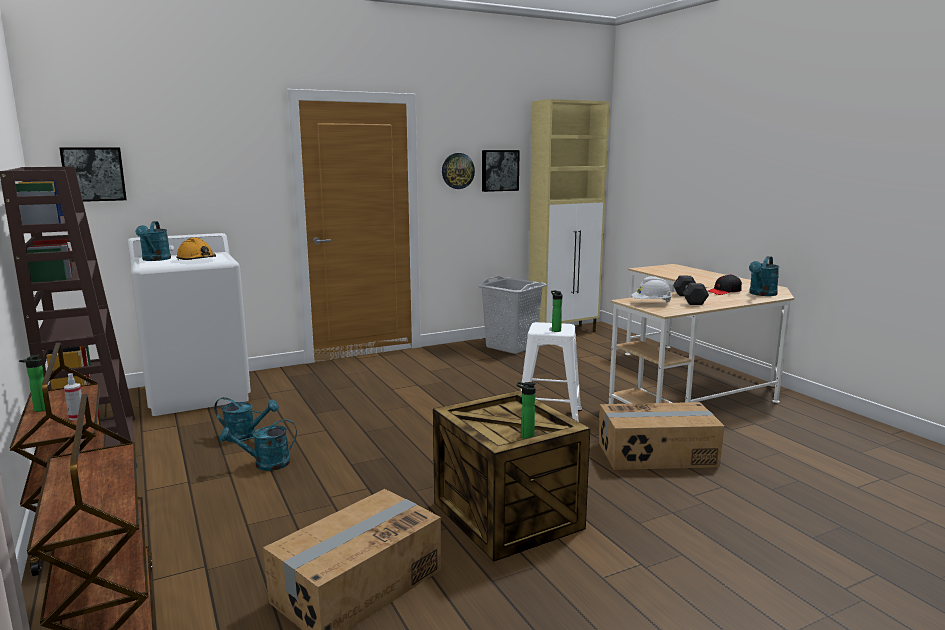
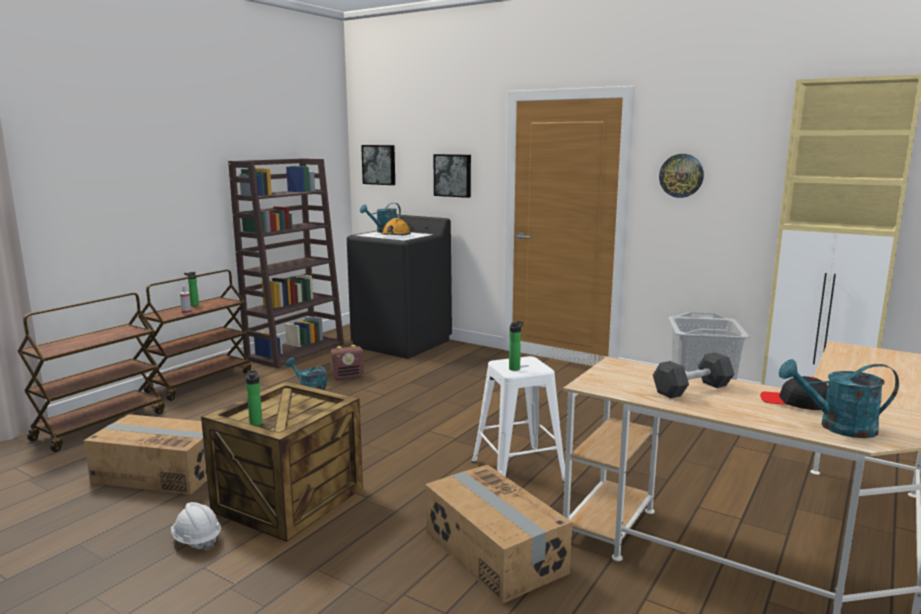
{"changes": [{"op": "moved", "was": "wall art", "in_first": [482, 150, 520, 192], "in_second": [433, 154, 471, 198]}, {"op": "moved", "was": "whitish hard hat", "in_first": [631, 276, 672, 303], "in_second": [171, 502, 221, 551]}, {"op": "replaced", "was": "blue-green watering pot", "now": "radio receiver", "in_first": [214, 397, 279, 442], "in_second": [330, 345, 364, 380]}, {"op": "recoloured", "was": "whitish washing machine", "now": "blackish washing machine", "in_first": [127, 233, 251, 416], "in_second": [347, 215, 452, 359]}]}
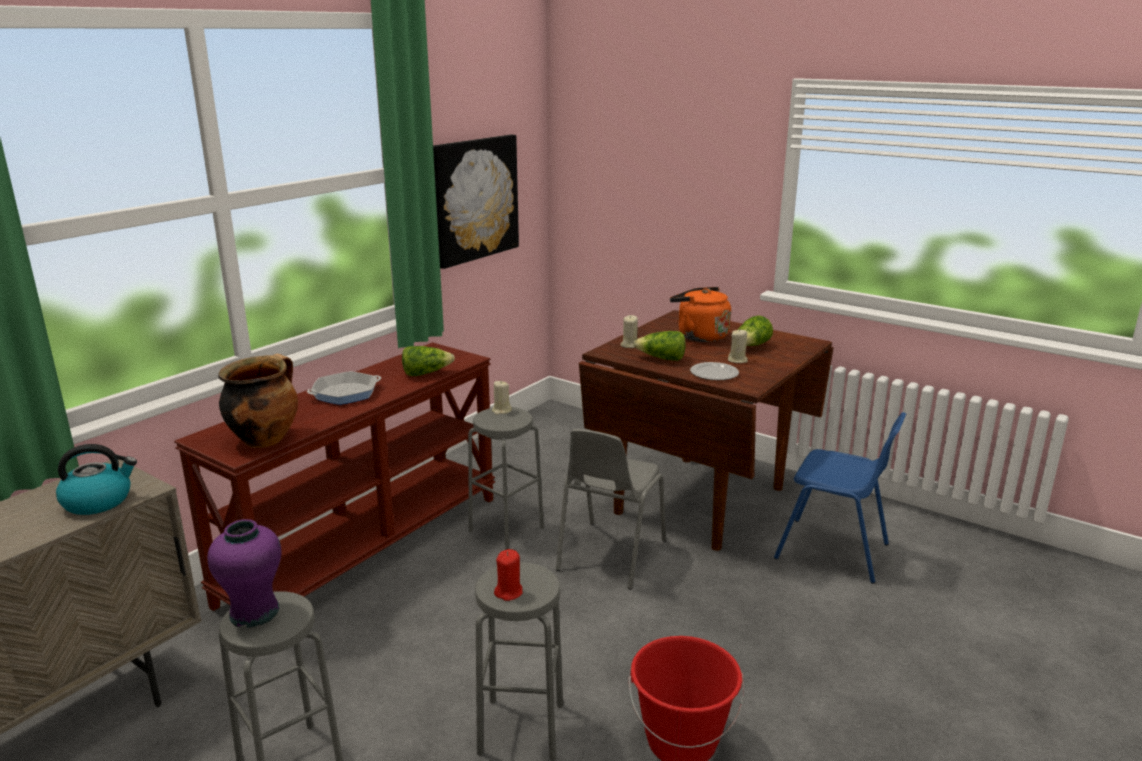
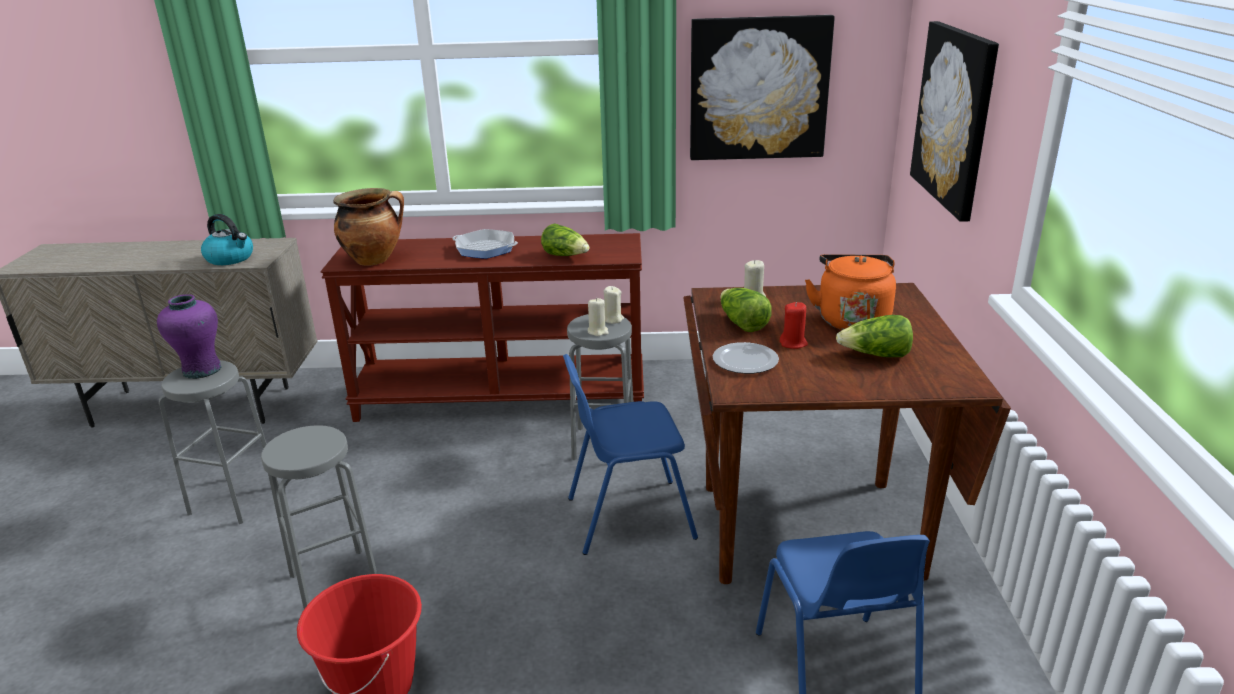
{"changes": [{"op": "added", "now": "wall art", "in_second": [910, 21, 999, 222]}, {"op": "moved", "was": "red wax light", "in_first": [494, 549, 523, 601], "in_second": [780, 302, 808, 349]}, {"op": "moved", "was": "beige-coloured wax light", "in_first": [728, 330, 748, 363], "in_second": [588, 298, 609, 336]}, {"op": "recoloured", "was": "gray chair", "now": "blue chair", "in_first": [556, 429, 666, 590], "in_second": [563, 354, 698, 555]}]}
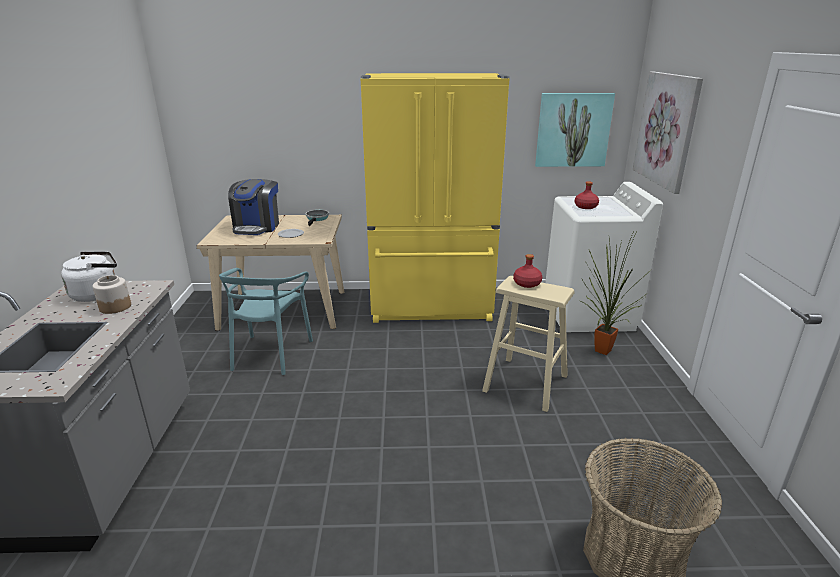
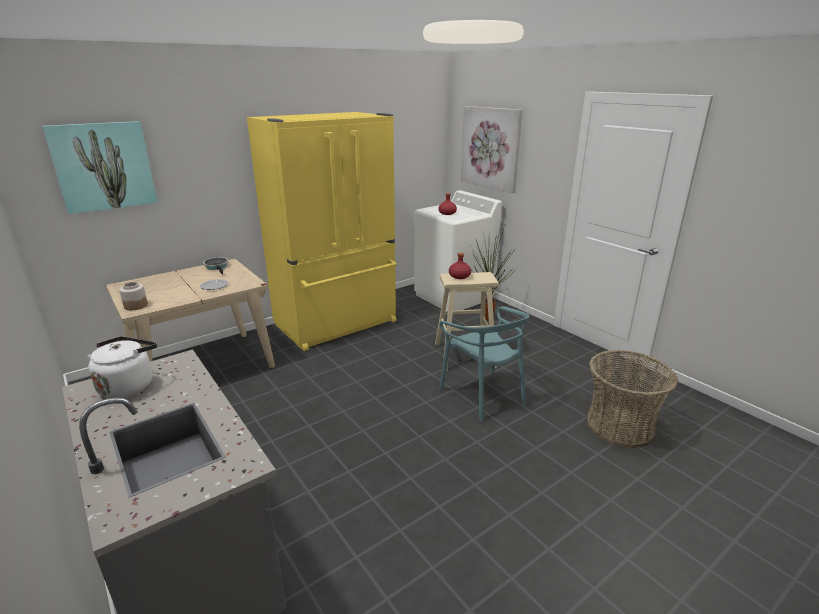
{"changes": [{"op": "removed", "was": "coffee maker", "in_first": [228, 179, 279, 235]}, {"op": "moved", "was": "jar", "in_first": [93, 275, 131, 314], "in_second": [119, 282, 148, 311]}, {"op": "moved", "was": "blue-green chair", "in_first": [219, 268, 313, 375], "in_second": [439, 306, 529, 421]}, {"op": "moved", "was": "wall art", "in_first": [535, 93, 615, 167], "in_second": [42, 121, 158, 214]}]}
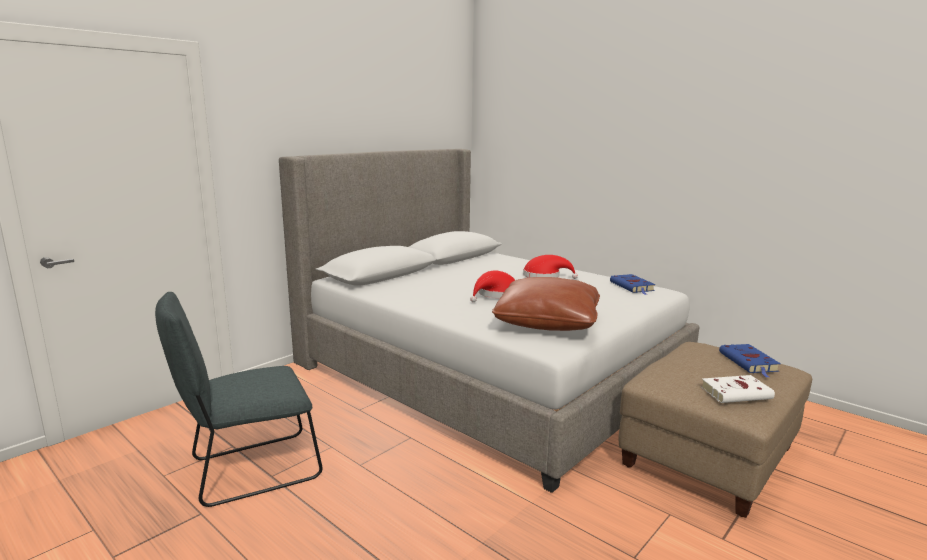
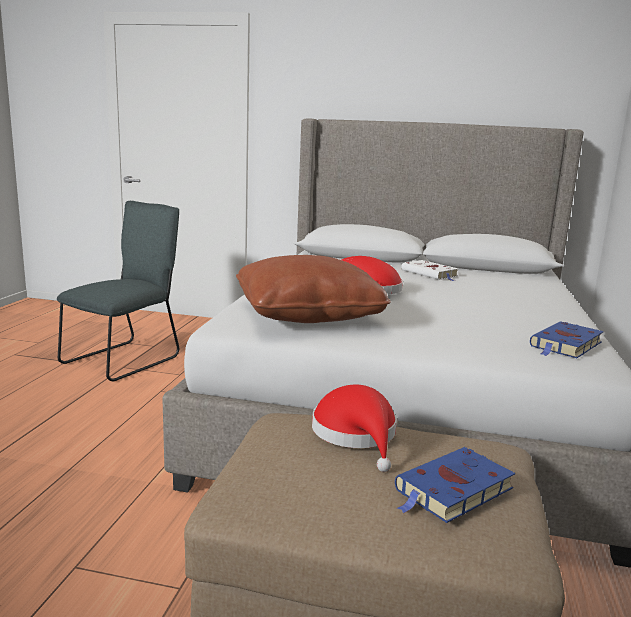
{"changes": [{"op": "moved", "was": "red wearable hat", "in_first": [523, 255, 578, 279], "in_second": [312, 385, 397, 472]}, {"op": "moved", "was": "whitish bound book", "in_first": [701, 375, 775, 403], "in_second": [401, 260, 458, 281]}, {"op": "turned", "was": "gray chair", "in_first": [155, 292, 323, 507], "in_second": [57, 201, 179, 381], "clockwise": 90}]}
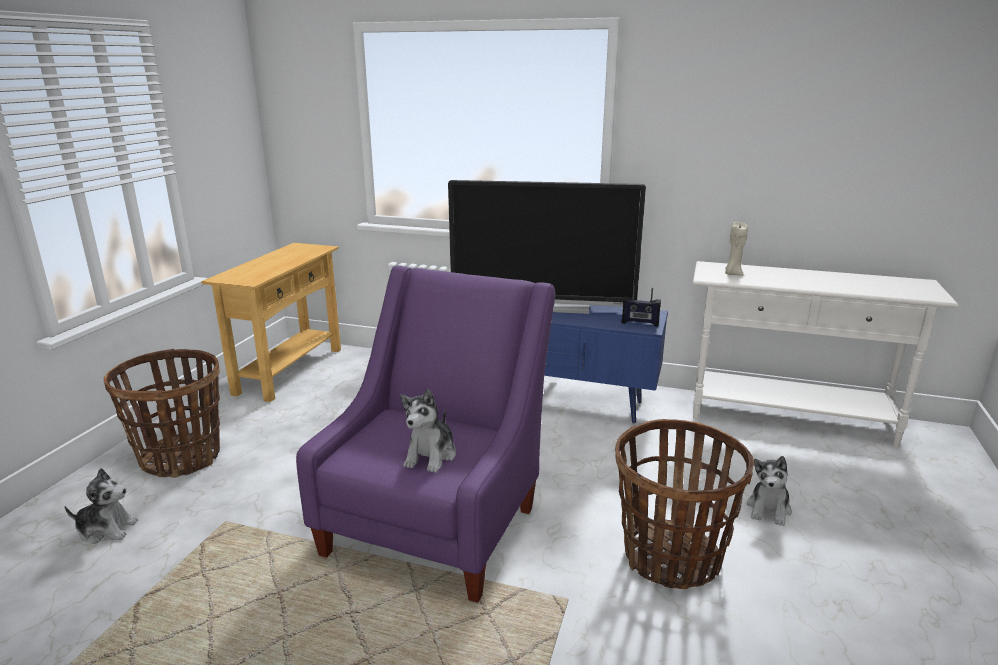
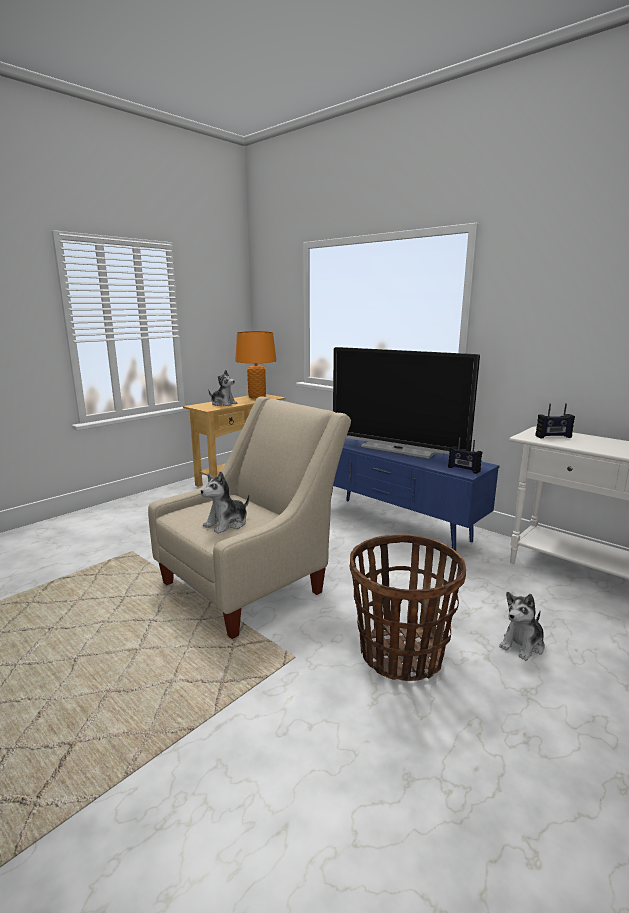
{"changes": [{"op": "removed", "was": "basket", "in_first": [104, 349, 220, 478]}, {"op": "added", "now": "orangey lamp for a table", "in_second": [235, 331, 276, 399]}, {"op": "moved", "was": "plush toy", "in_first": [65, 468, 138, 544], "in_second": [208, 370, 238, 406]}, {"op": "replaced", "was": "beige-coloured wax light", "now": "radio receiver", "in_first": [725, 222, 748, 276], "in_second": [535, 403, 575, 438]}, {"op": "recoloured", "was": "purplish lounge chair", "now": "beige-coloured lounge chair", "in_first": [296, 266, 555, 603], "in_second": [148, 396, 351, 639]}]}
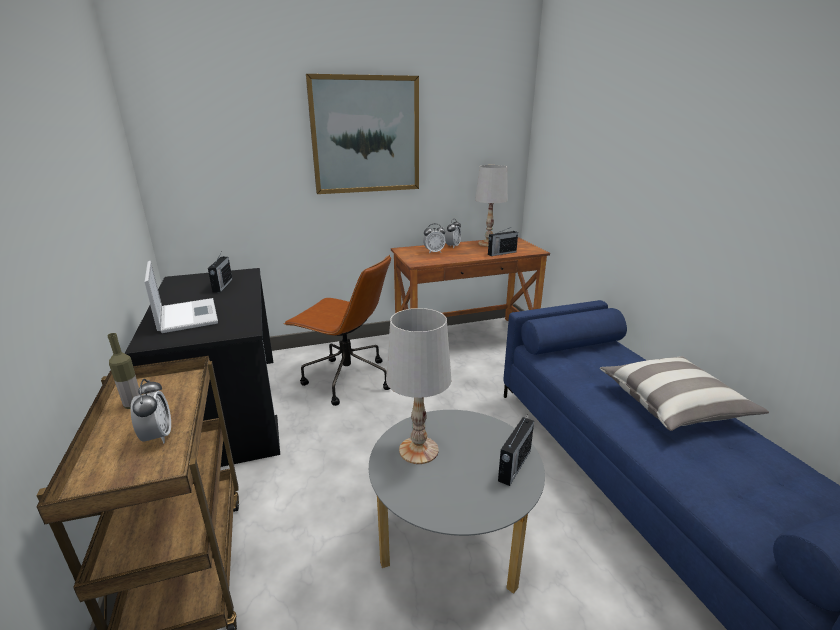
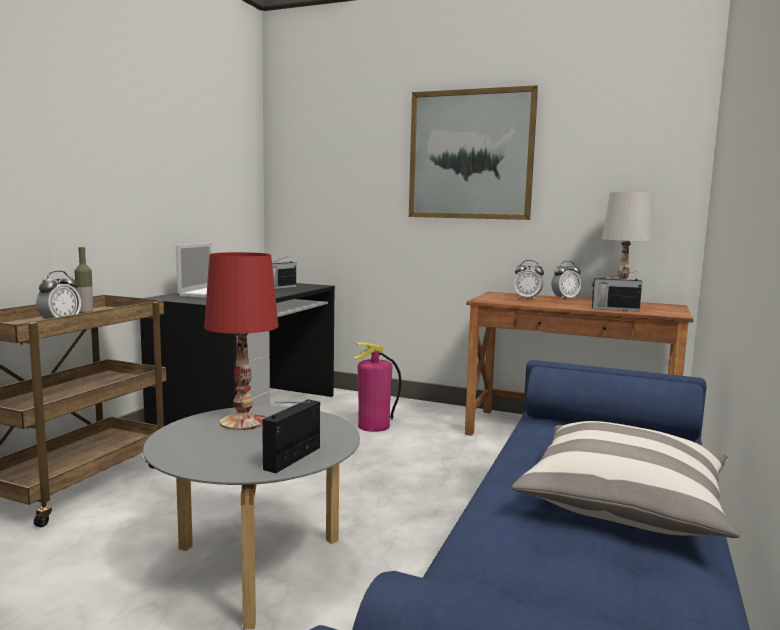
{"changes": [{"op": "replaced", "was": "brown-coloured office chair", "now": "extinguisher", "in_first": [284, 255, 391, 406], "in_second": [353, 342, 402, 432]}, {"op": "recoloured", "was": "whitish lamp for a table", "now": "red lamp for a table", "in_first": [386, 308, 451, 464], "in_second": [204, 252, 279, 430]}, {"op": "turned", "was": "radio receiver", "in_first": [498, 415, 534, 486], "in_second": [262, 399, 320, 473], "clockwise": 135}]}
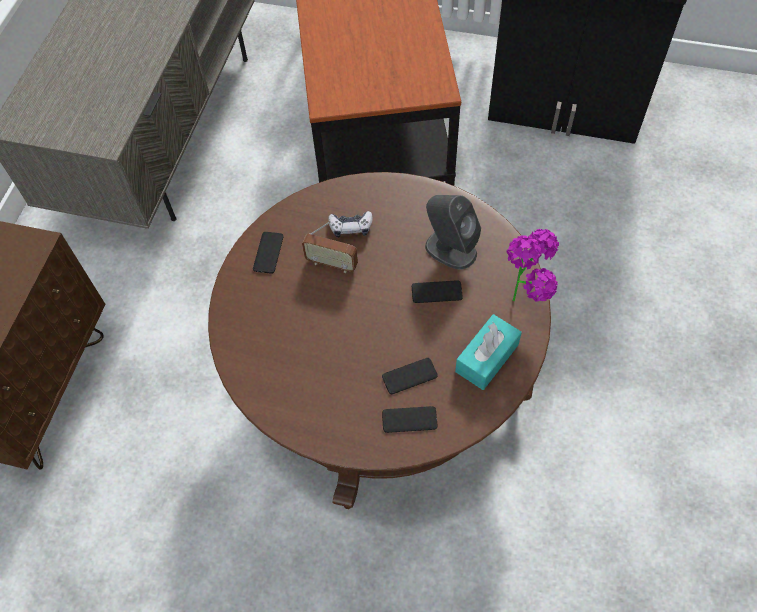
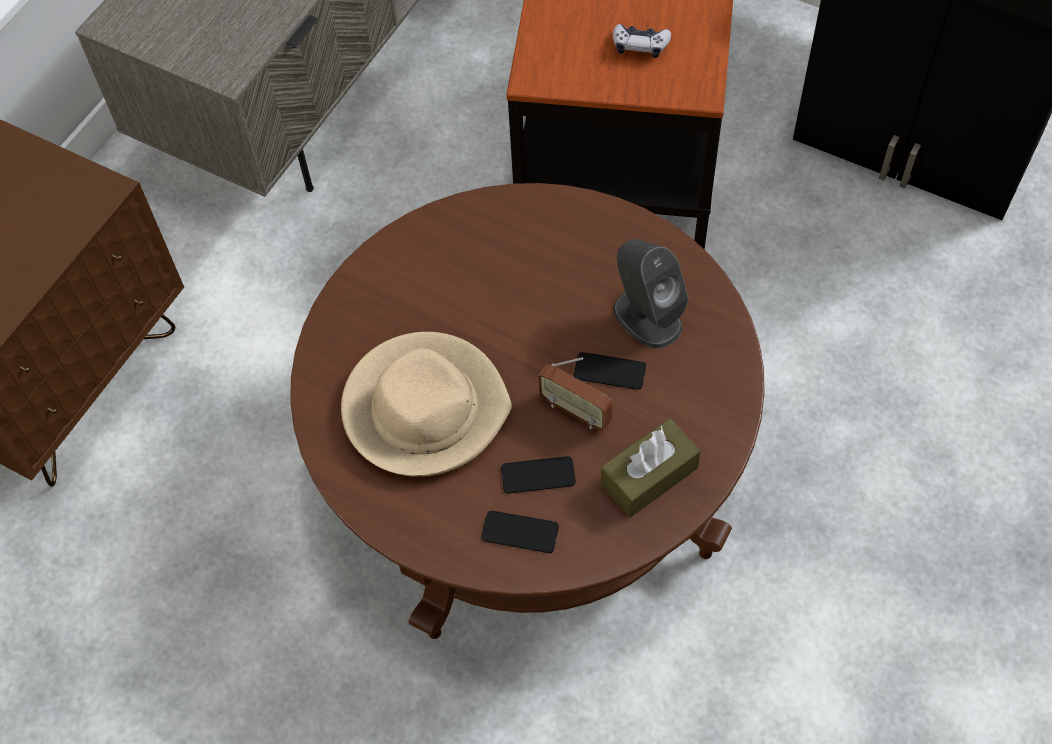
{"changes": [{"op": "removed", "was": "handset", "in_first": [253, 232, 284, 274]}, {"op": "removed", "was": "houseplant", "in_first": [507, 229, 559, 302]}, {"op": "added", "now": "beige-coloured wearable hat", "in_second": [341, 332, 512, 477]}, {"op": "moved", "was": "radio receiver", "in_first": [302, 221, 358, 273], "in_second": [538, 357, 613, 431]}, {"op": "moved", "was": "gamepad", "in_first": [328, 211, 373, 238], "in_second": [613, 24, 671, 58]}, {"op": "recoloured", "was": "blue-green box of tissues", "now": "brown-coloured box of tissues", "in_first": [455, 314, 522, 390], "in_second": [601, 418, 701, 517]}]}
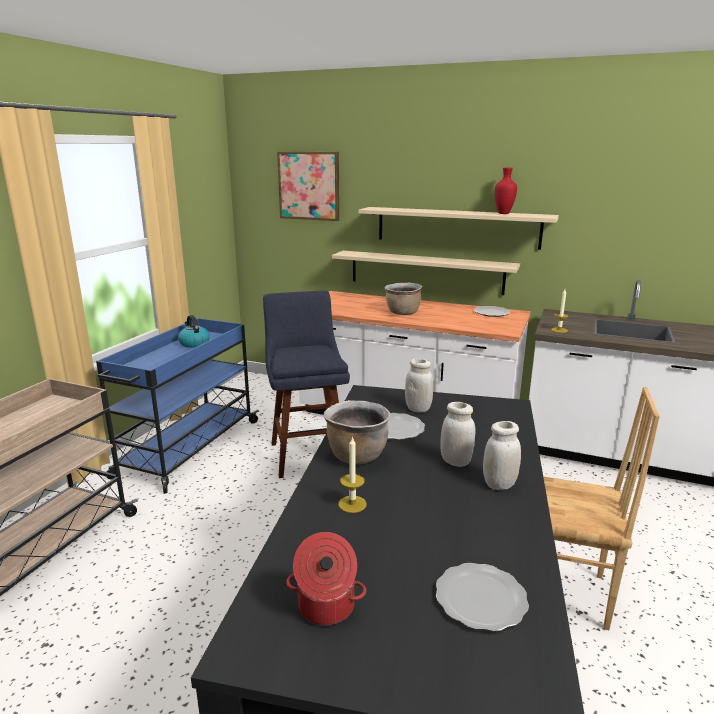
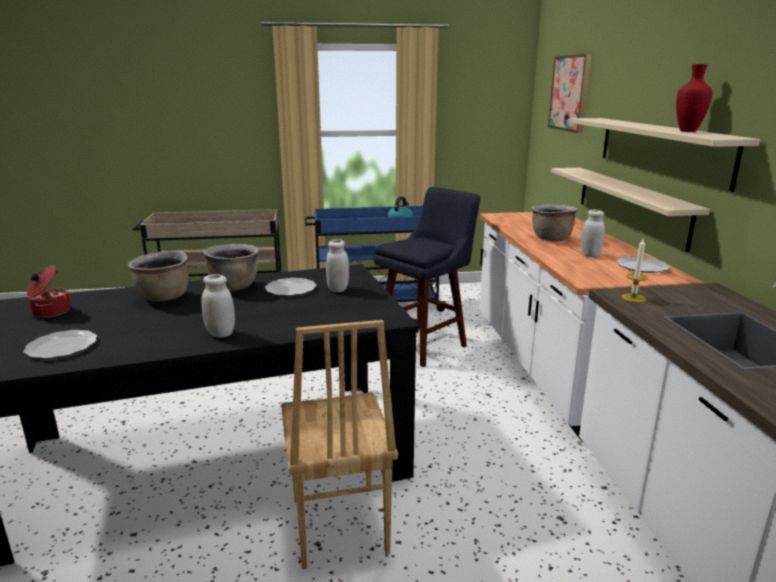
{"changes": [{"op": "moved", "was": "whitish jar", "in_first": [441, 402, 475, 467], "in_second": [581, 210, 605, 257]}, {"op": "replaced", "was": "wax light", "now": "brown-coloured saucepot", "in_first": [338, 436, 367, 513], "in_second": [128, 251, 188, 302]}]}
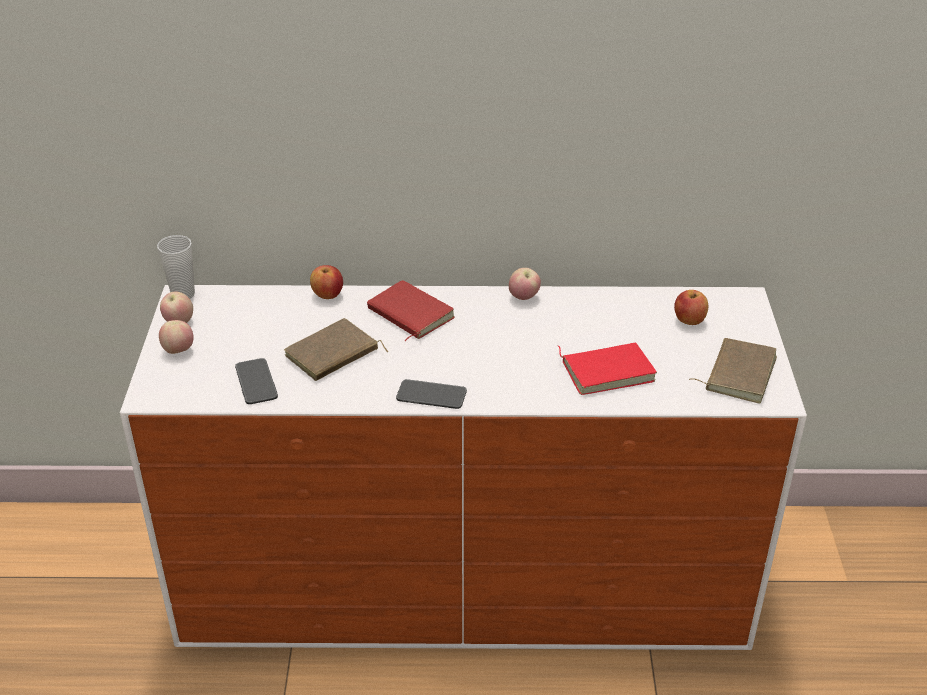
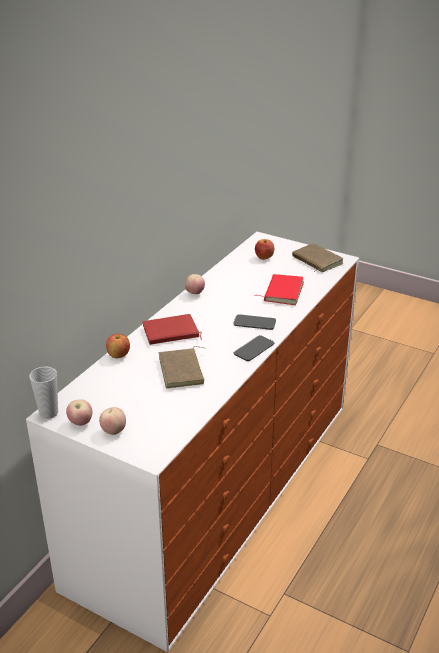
{"changes": [{"op": "moved", "was": "handset", "in_first": [235, 358, 278, 404], "in_second": [233, 314, 276, 330]}]}
